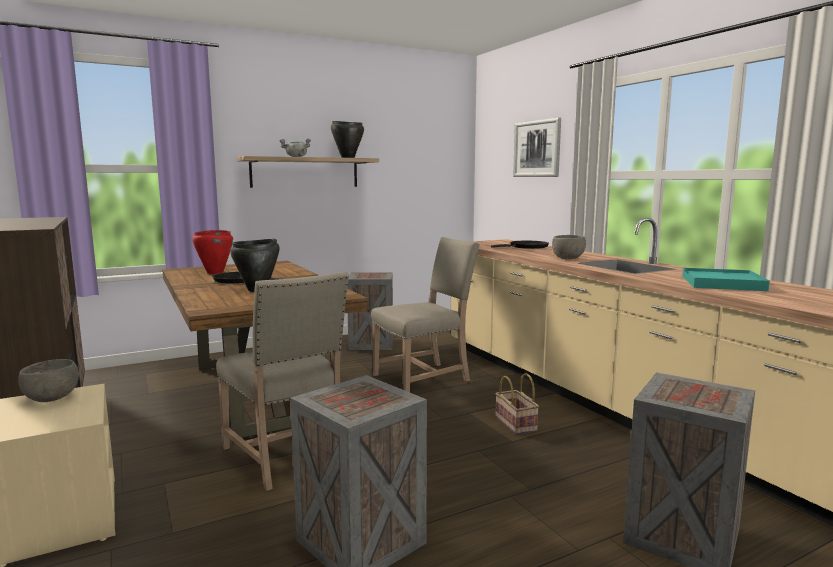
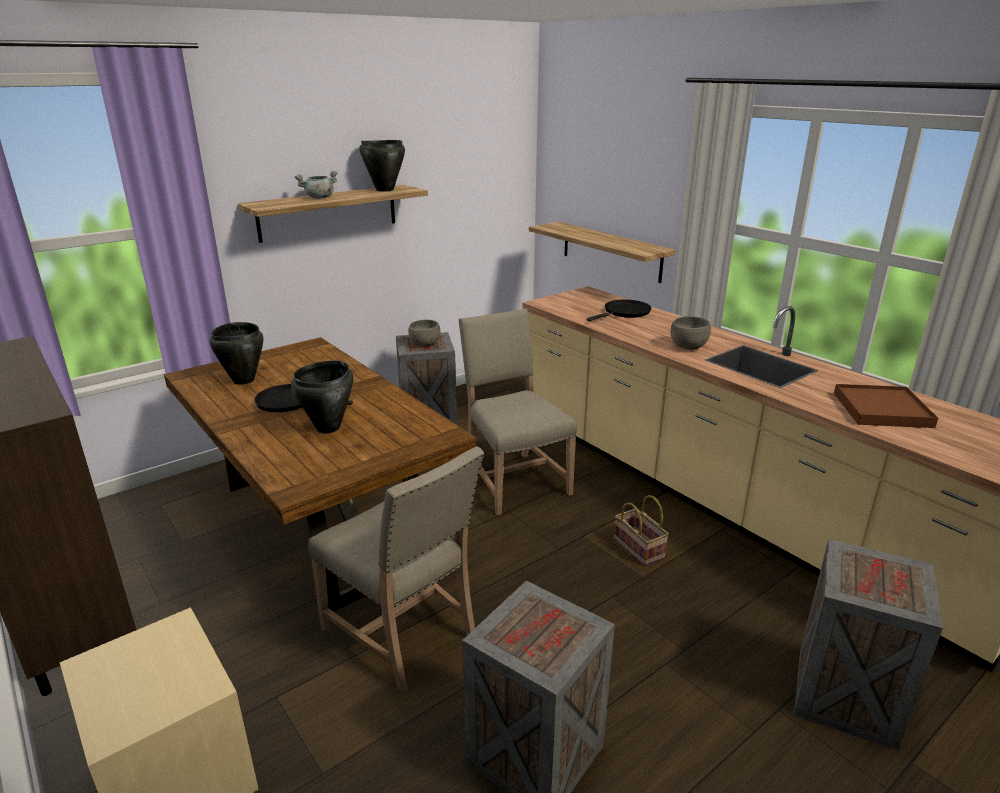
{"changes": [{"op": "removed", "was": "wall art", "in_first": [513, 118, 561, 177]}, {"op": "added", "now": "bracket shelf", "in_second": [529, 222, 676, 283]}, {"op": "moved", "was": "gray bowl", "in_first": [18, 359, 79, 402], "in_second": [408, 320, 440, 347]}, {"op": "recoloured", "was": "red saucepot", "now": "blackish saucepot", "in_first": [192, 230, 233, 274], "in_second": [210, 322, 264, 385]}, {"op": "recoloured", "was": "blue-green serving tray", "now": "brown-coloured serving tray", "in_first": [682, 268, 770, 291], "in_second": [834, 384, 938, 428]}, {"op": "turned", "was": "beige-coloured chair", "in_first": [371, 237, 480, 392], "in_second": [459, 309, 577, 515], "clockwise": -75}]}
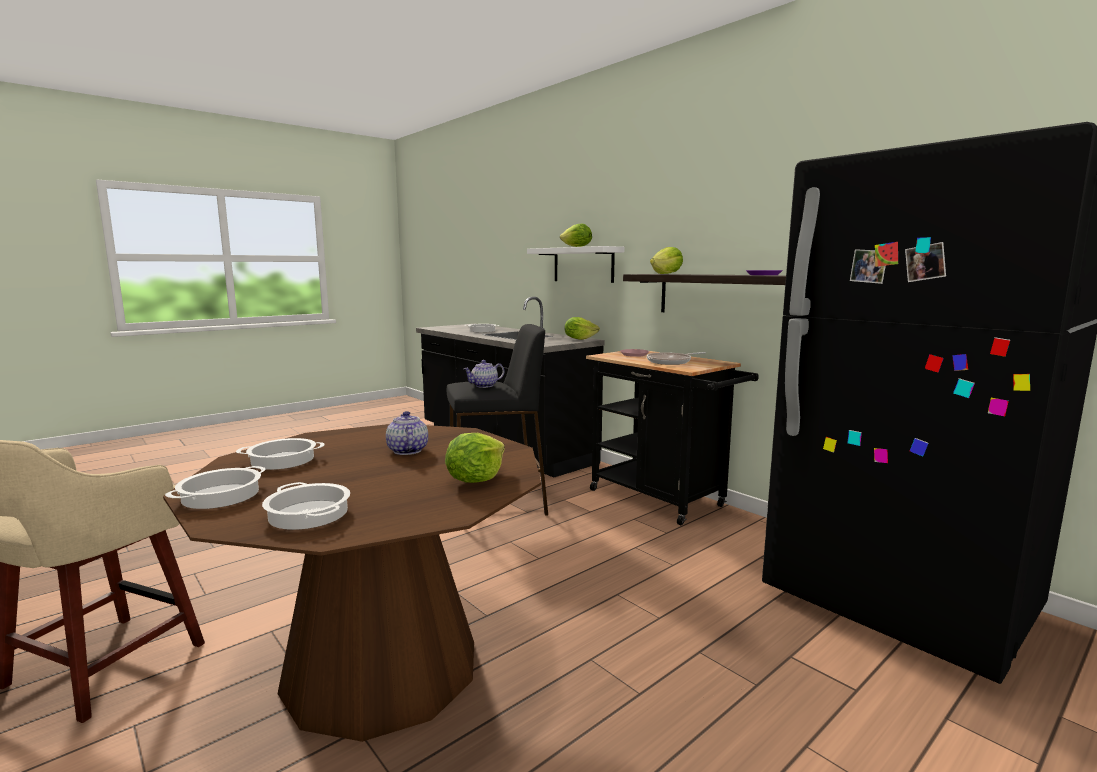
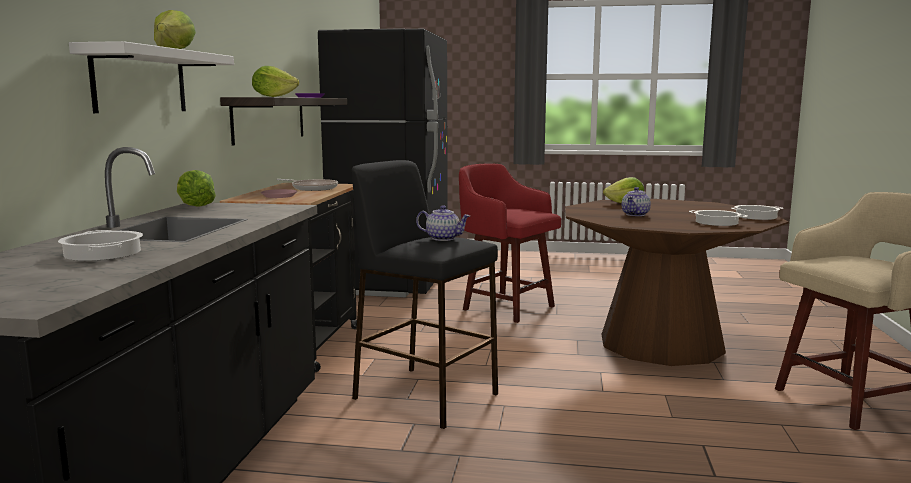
{"changes": [{"op": "removed", "was": "saucepot", "in_first": [262, 482, 350, 530]}, {"op": "added", "now": "red stool seat", "in_second": [459, 163, 561, 323]}]}
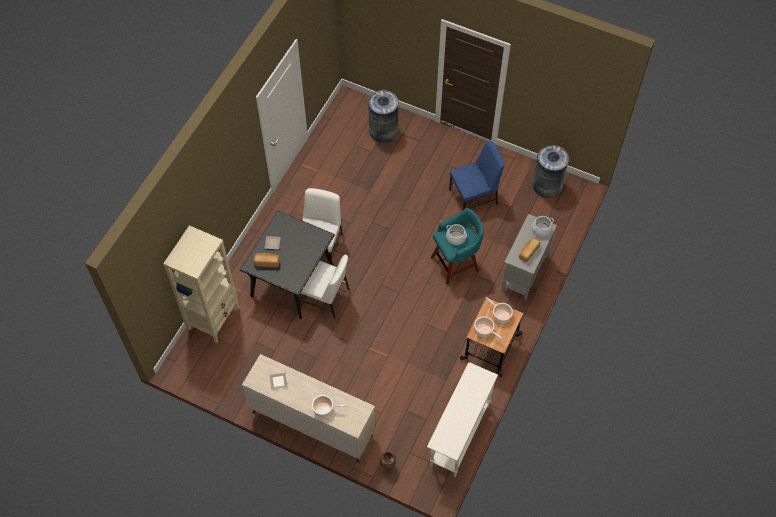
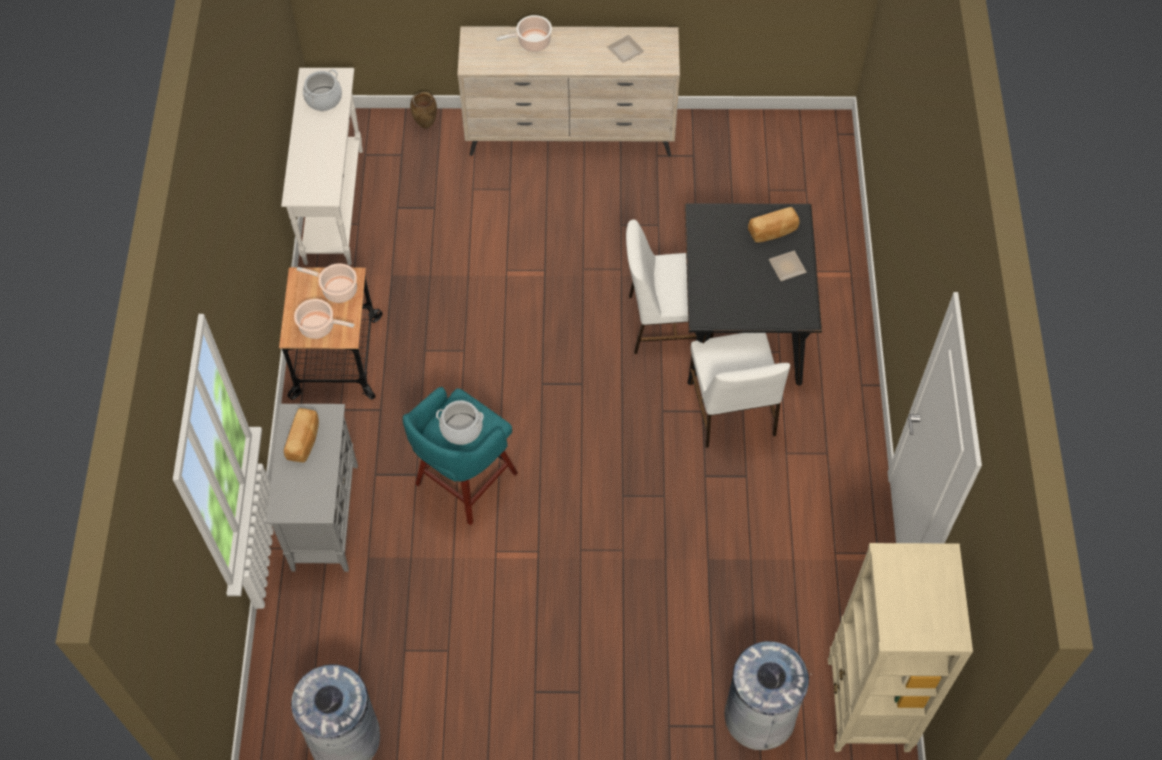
{"changes": [{"op": "removed", "was": "blue chair", "in_first": [449, 140, 504, 210]}, {"op": "moved", "was": "beige-coloured bookcase", "in_first": [163, 225, 239, 343], "in_second": [828, 543, 973, 752]}, {"op": "moved", "was": "saucepot", "in_first": [532, 216, 554, 237], "in_second": [303, 69, 342, 111]}]}
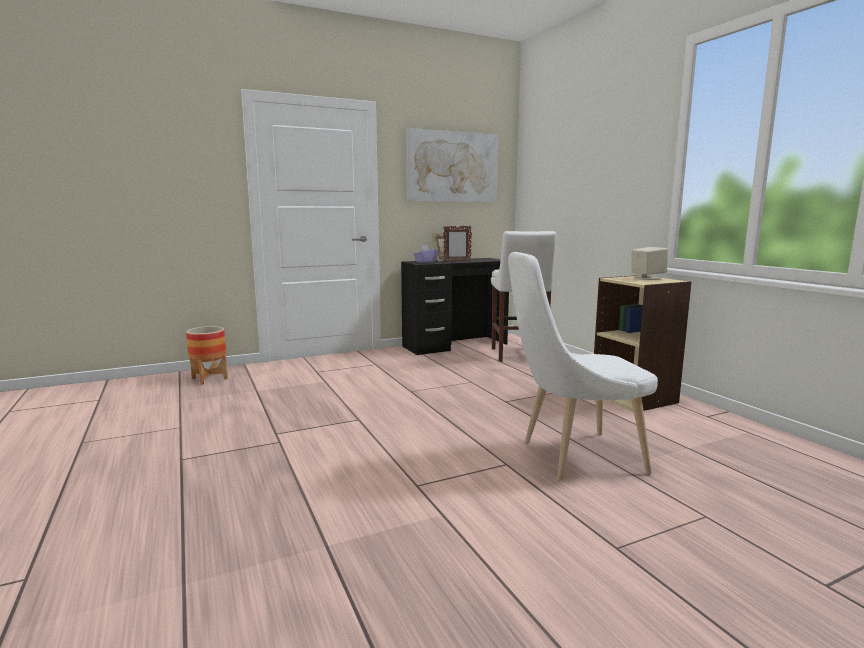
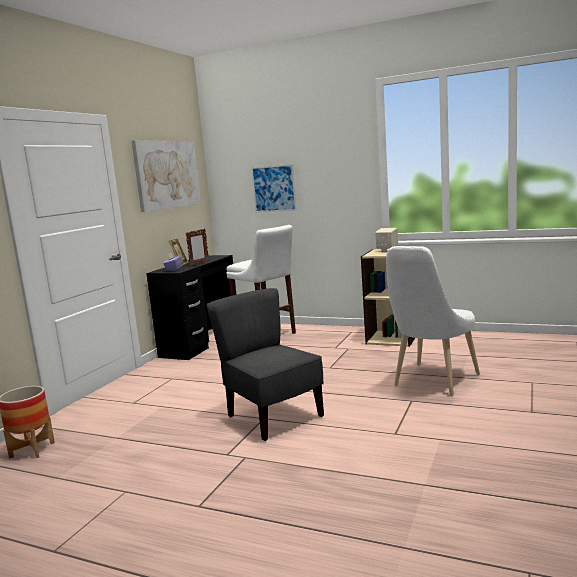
{"changes": [{"op": "added", "now": "gray chair", "in_second": [207, 288, 324, 441]}, {"op": "added", "now": "wall art", "in_second": [251, 164, 297, 213]}]}
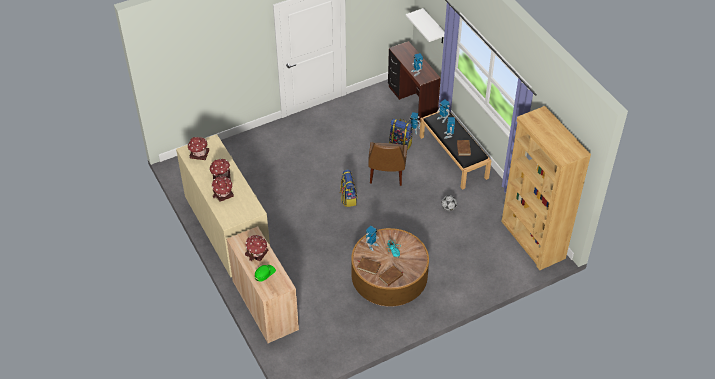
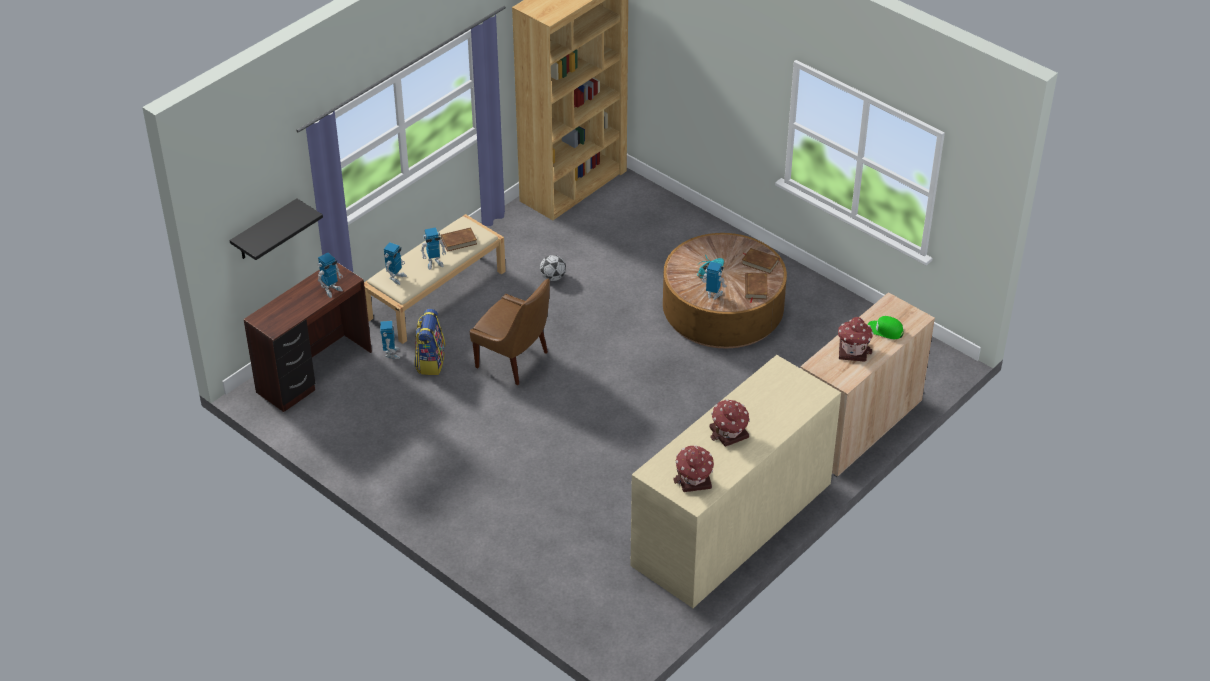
{"changes": [{"op": "removed", "was": "model house", "in_first": [212, 176, 234, 202]}, {"op": "removed", "was": "rucksack", "in_first": [340, 169, 357, 207]}, {"op": "recoloured", "was": "whitish bracket shelf", "now": "blackish bracket shelf", "in_first": [406, 8, 444, 44], "in_second": [230, 198, 323, 260]}, {"op": "recoloured", "was": "blackish bench", "now": "beige-coloured bench", "in_first": [419, 111, 492, 190], "in_second": [364, 214, 506, 344]}, {"op": "turned", "was": "brown-coloured chair", "in_first": [368, 142, 408, 186], "in_second": [470, 279, 550, 385], "clockwise": 45}]}
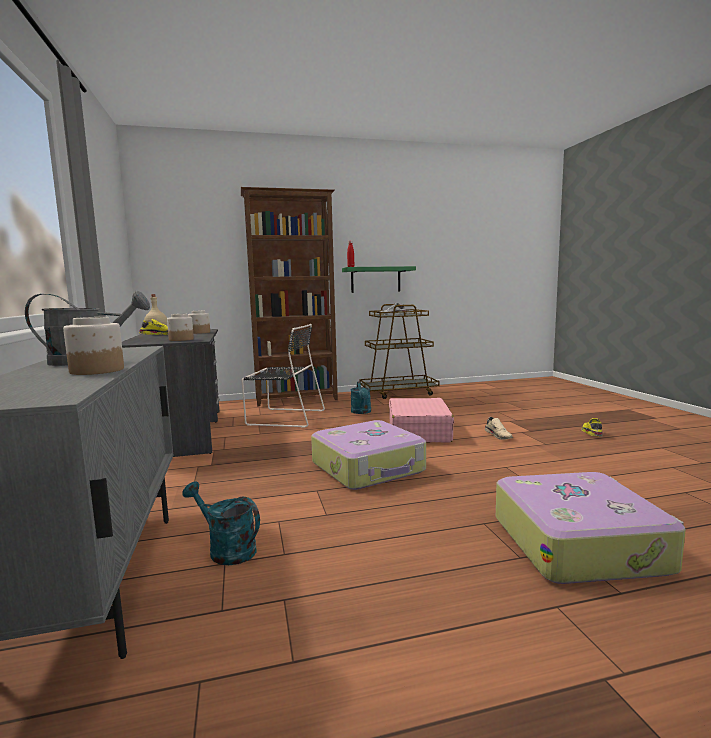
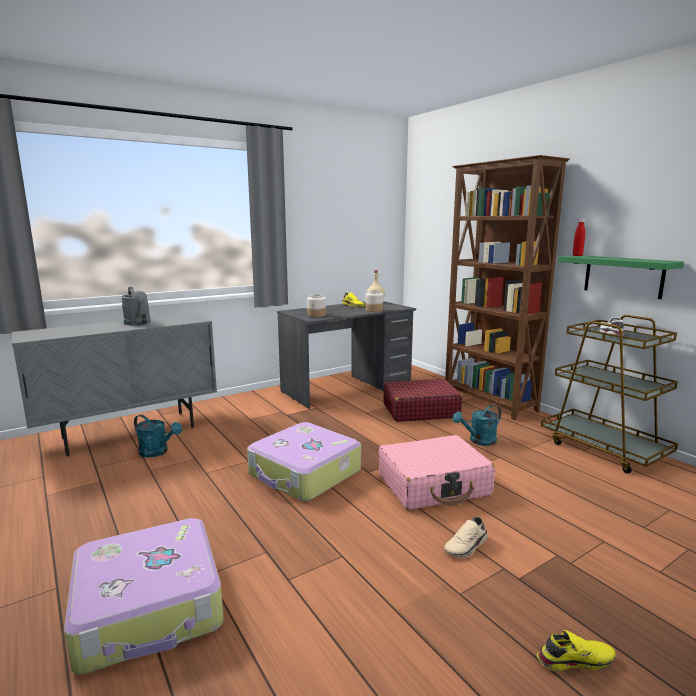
{"changes": [{"op": "removed", "was": "jar", "in_first": [63, 317, 124, 375]}, {"op": "replaced", "was": "blackish chair", "now": "red travel case", "in_first": [241, 324, 325, 428], "in_second": [383, 379, 463, 422]}, {"op": "turned", "was": "blue-green watering pot", "in_first": [182, 481, 260, 565], "in_second": [134, 414, 182, 457], "clockwise": 105}]}
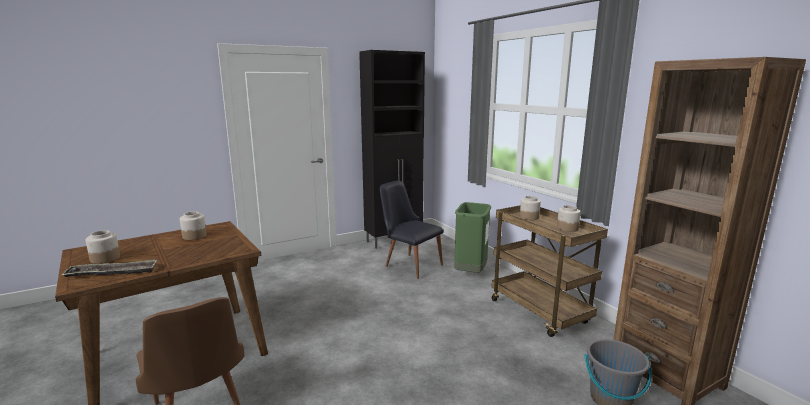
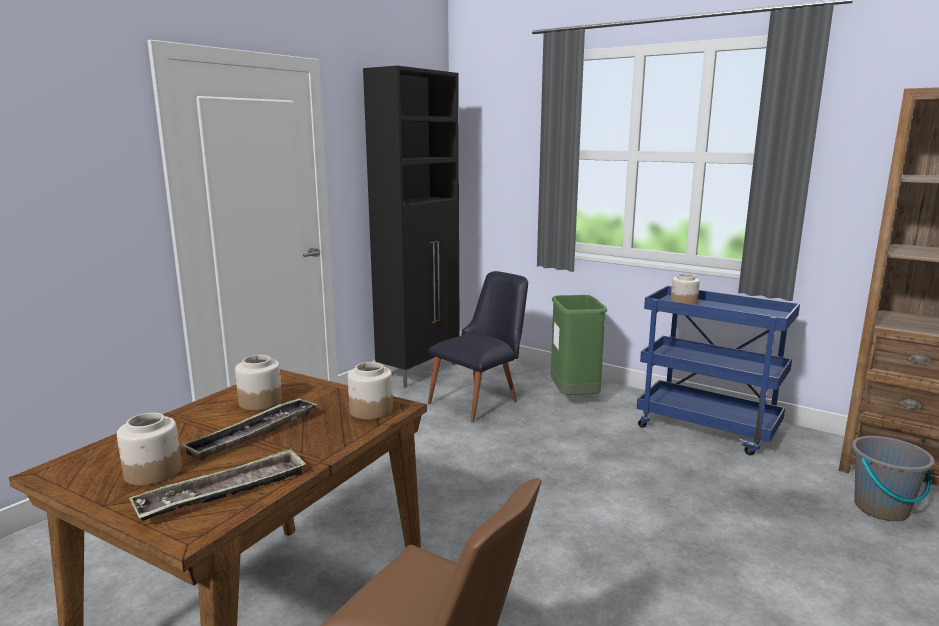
{"changes": [{"op": "added", "now": "serving tray", "in_second": [182, 398, 317, 460]}, {"op": "moved", "was": "jar", "in_first": [557, 205, 581, 232], "in_second": [348, 362, 393, 420]}, {"op": "recoloured", "was": "brown-coloured cart", "now": "blue cart", "in_first": [492, 206, 608, 337], "in_second": [637, 286, 800, 456]}, {"op": "turned", "was": "blackish chair", "in_first": [379, 180, 444, 279], "in_second": [428, 271, 528, 423], "clockwise": 120}]}
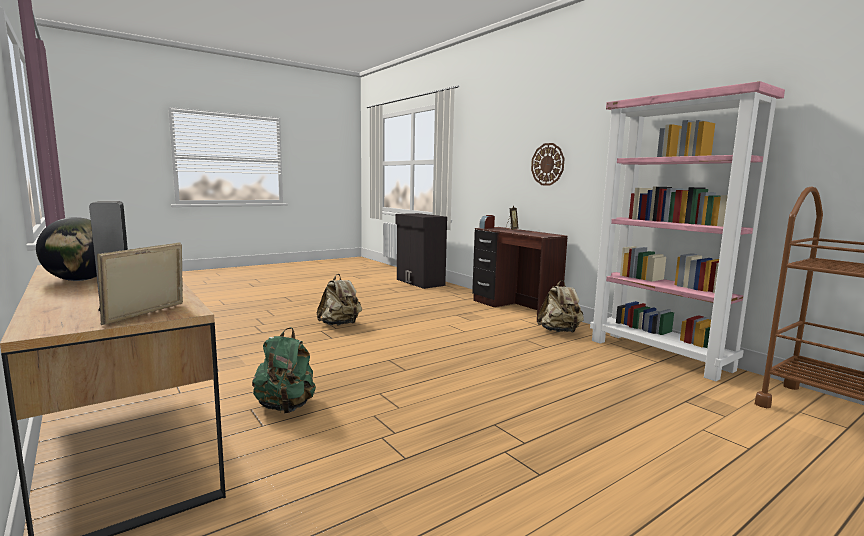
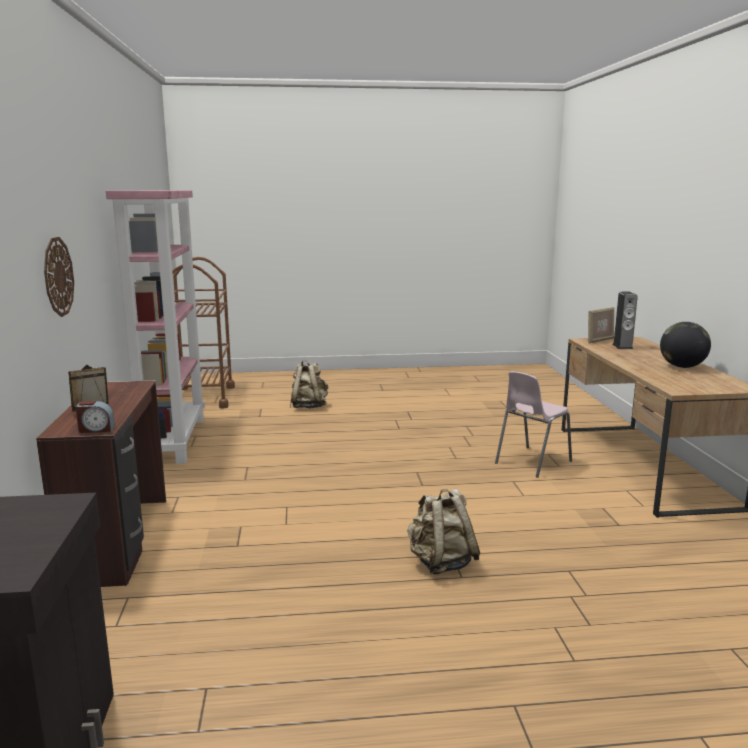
{"changes": [{"op": "moved", "was": "beige-coloured rucksack", "in_first": [537, 280, 584, 333], "in_second": [291, 360, 328, 408]}, {"op": "replaced", "was": "green-coloured rucksack", "now": "pink-coloured chair", "in_first": [252, 327, 316, 413], "in_second": [495, 371, 572, 478]}]}
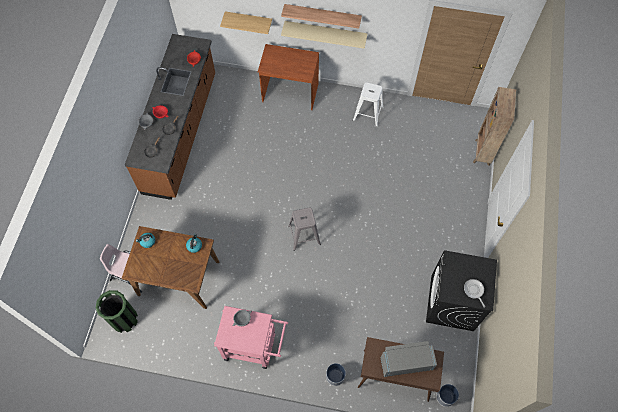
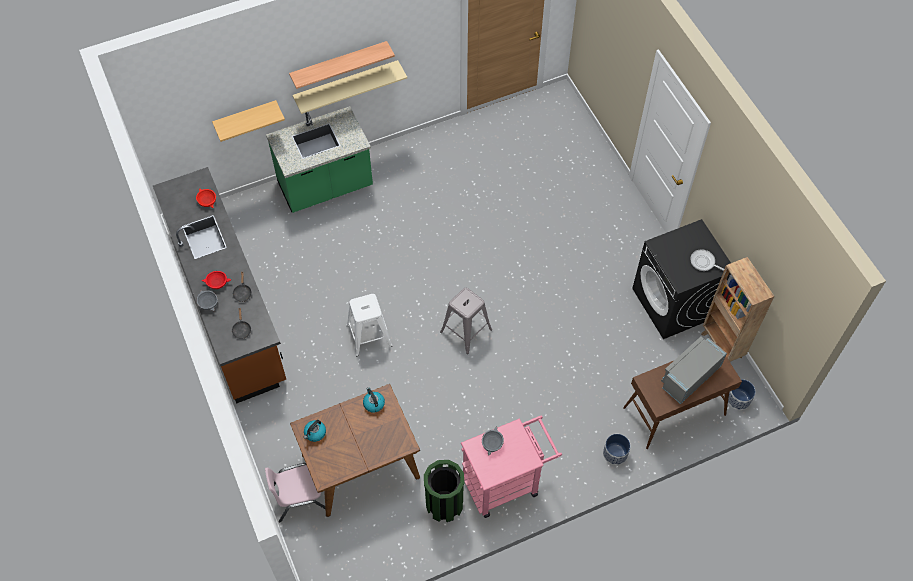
{"changes": [{"op": "moved", "was": "green-coloured trash can", "in_first": [96, 290, 138, 333], "in_second": [424, 460, 464, 522]}, {"op": "moved", "was": "whitish stool seat", "in_first": [353, 82, 384, 127], "in_second": [346, 294, 393, 356]}, {"op": "moved", "was": "brown-coloured bookcase", "in_first": [473, 87, 516, 166], "in_second": [701, 257, 774, 362]}, {"op": "replaced", "was": "brown-coloured desk unit", "now": "green-coloured kitchen base unit", "in_first": [258, 44, 319, 110], "in_second": [266, 106, 373, 213]}]}
